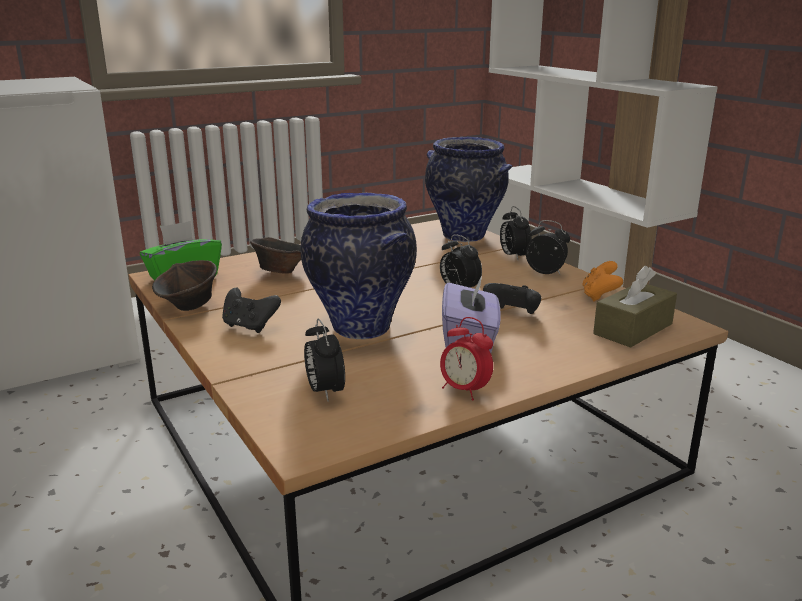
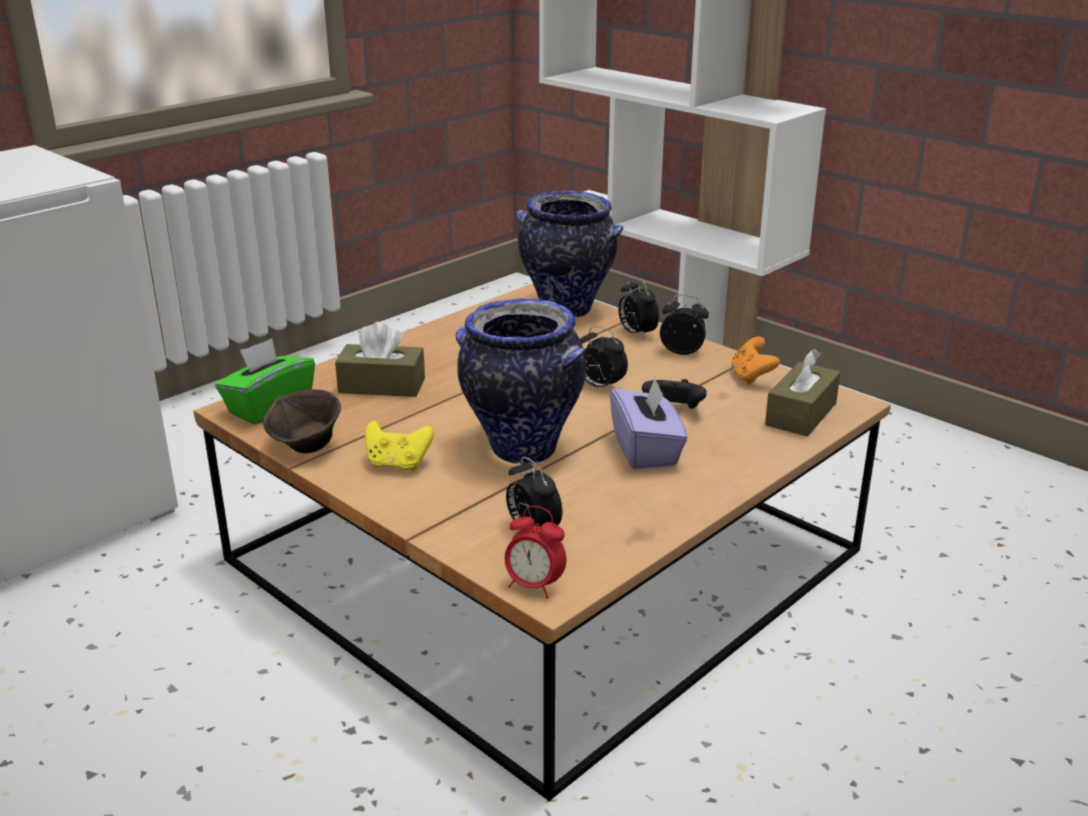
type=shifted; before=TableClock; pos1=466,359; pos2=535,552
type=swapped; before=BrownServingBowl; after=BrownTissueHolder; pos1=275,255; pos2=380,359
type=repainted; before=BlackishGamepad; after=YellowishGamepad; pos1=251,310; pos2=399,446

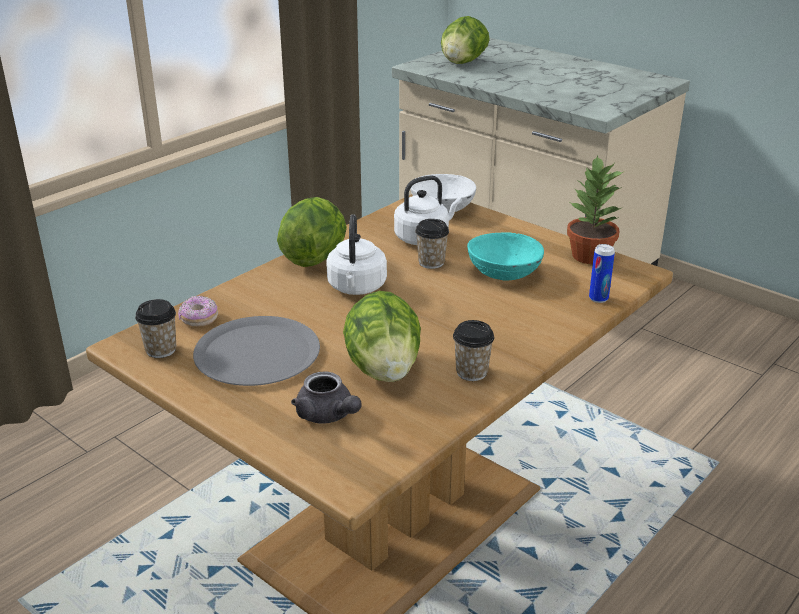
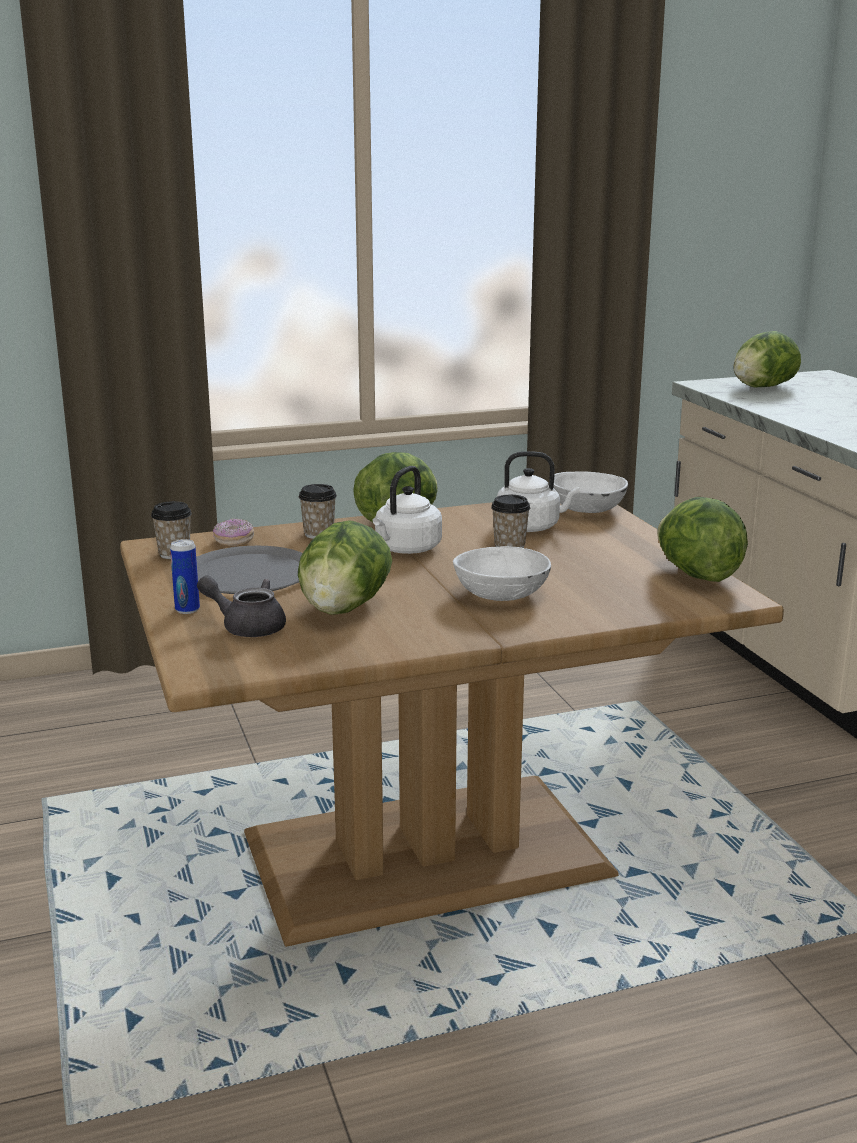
type=gone; before=TurquoiseColouredServingBowl; pos1=505,257
type=new; after=WhiteColouredServingBowl; pos2=502,573
type=shifted; before=Cup; pos1=473,350; pos2=318,511
type=shifted; before=SealedCan; pos1=602,273; pos2=185,576
type=swapped; before=PlantInAPot; after=HeadOfLettuce; pos1=596,209; pos2=702,539
type=rotated; before=GreyTeaPot; pos1=326,398; pos2=241,606; turn=120

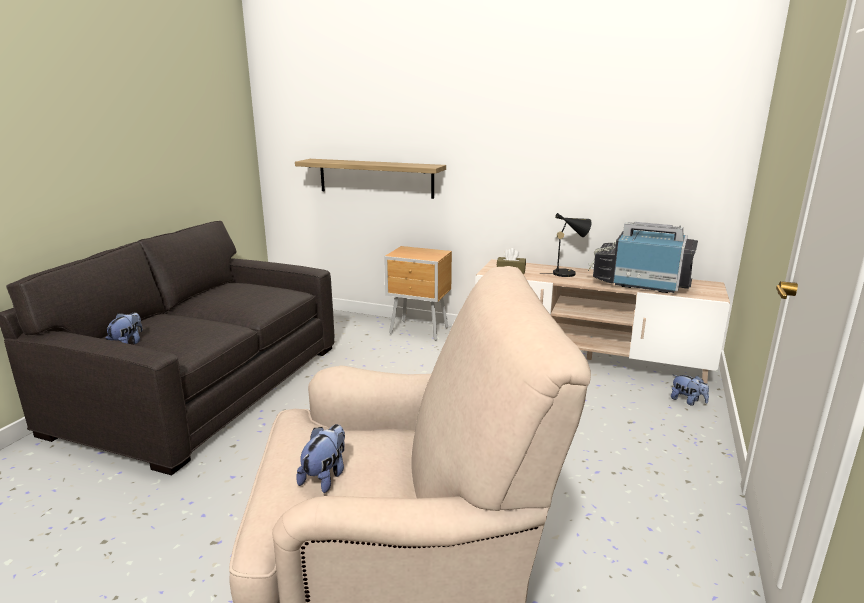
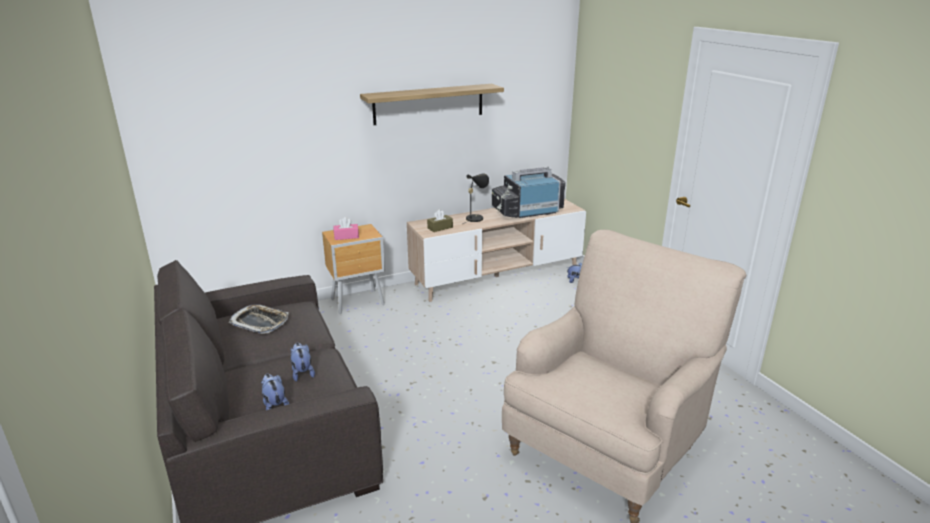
type=new; after=CarryingTray; pos2=259,319
type=new; after=PinkishTissueHolder; pos2=346,228
type=shifted; before=WallShelf; pos1=370,179; pos2=432,104
type=shifted; before=CuddlyToy; pos1=320,458; pos2=303,362

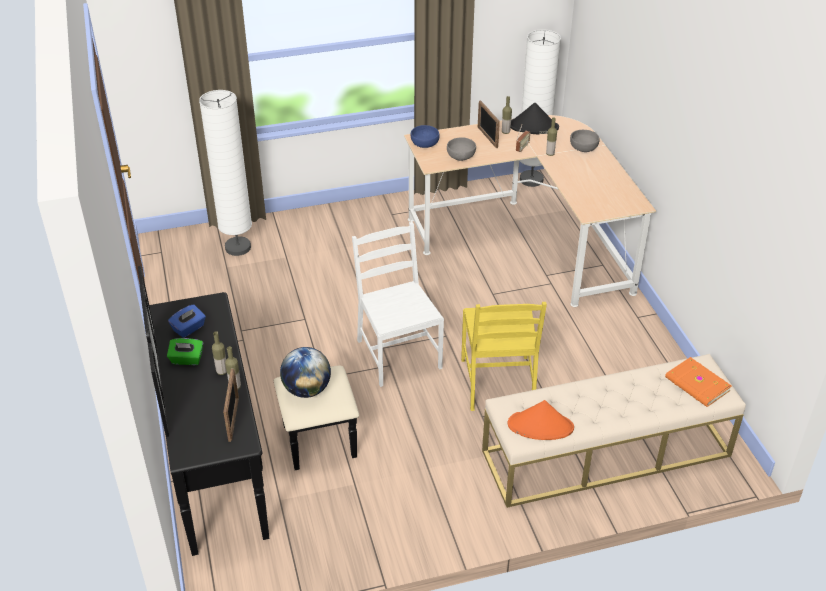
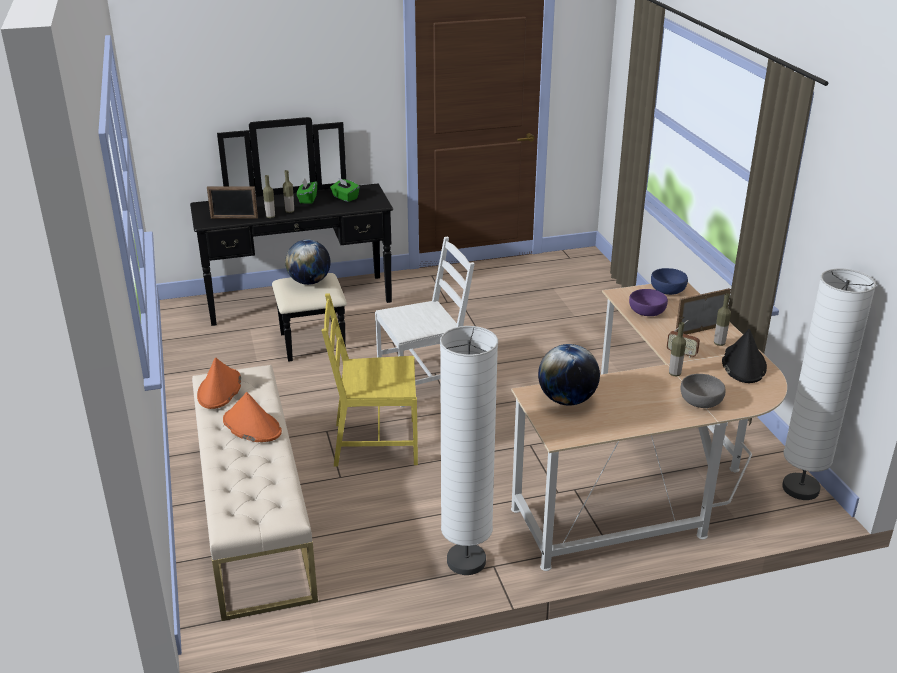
type=gone; before=OrangeColouredVolume; pos1=698,382
type=new; after=OrangeColouredWearableHat; pos2=252,417
type=new; after=WorldGlobe; pos2=569,375
type=shifted; before=WhiteColouredFloorLamp; pos1=225,173; pos2=469,450
type=repainted; before=BlueTissueHolder; after=GreenishTissueHolder; pos1=187,321; pos2=345,189
type=repainted; before=GreyServingBowl; after=PurpleColouredServingBowl; pos1=461,149; pos2=648,302

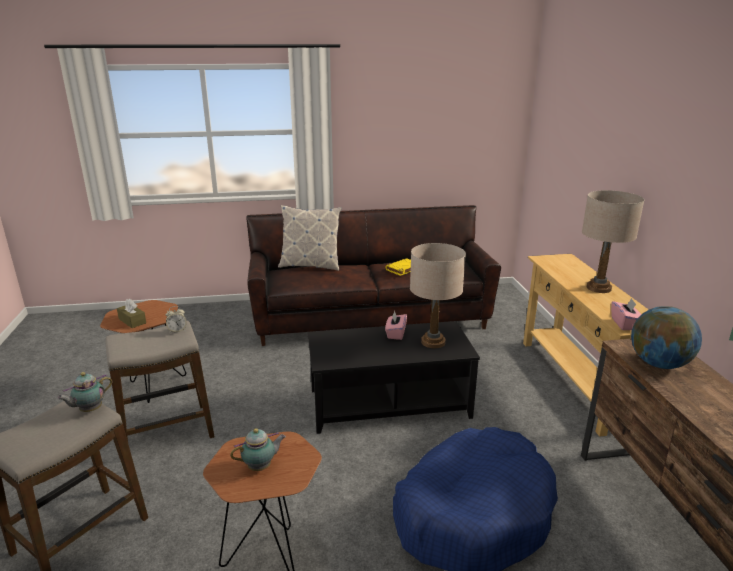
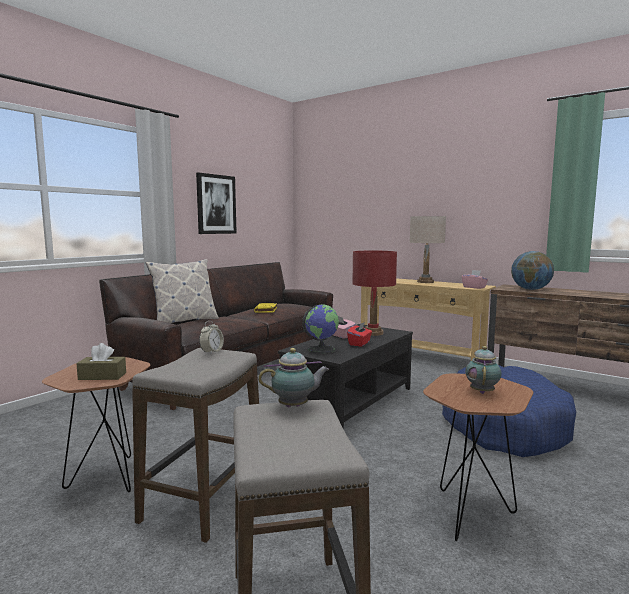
type=new; after=Picture; pos2=216,203
type=new; after=WorldGlobe; pos2=320,329
type=new; after=ReddishTissueHolder; pos2=359,334
type=repainted; before=SandColouredLampForATable; after=ReddishLampForATable; pos1=438,295; pos2=374,293
type=rotated; before=TeaPot; pos1=85,392; pos2=293,377; turn=-105

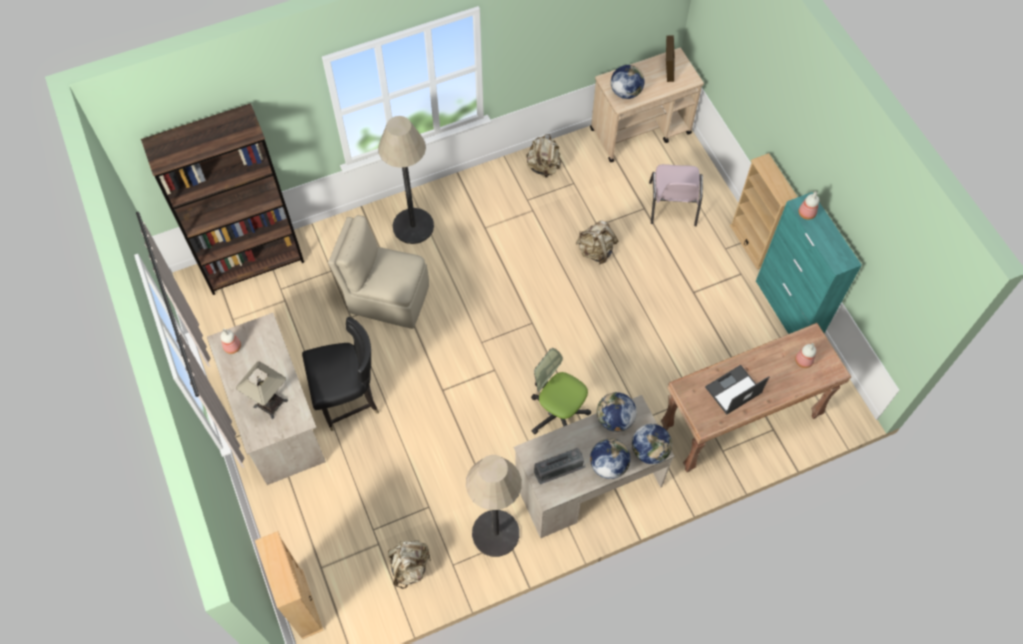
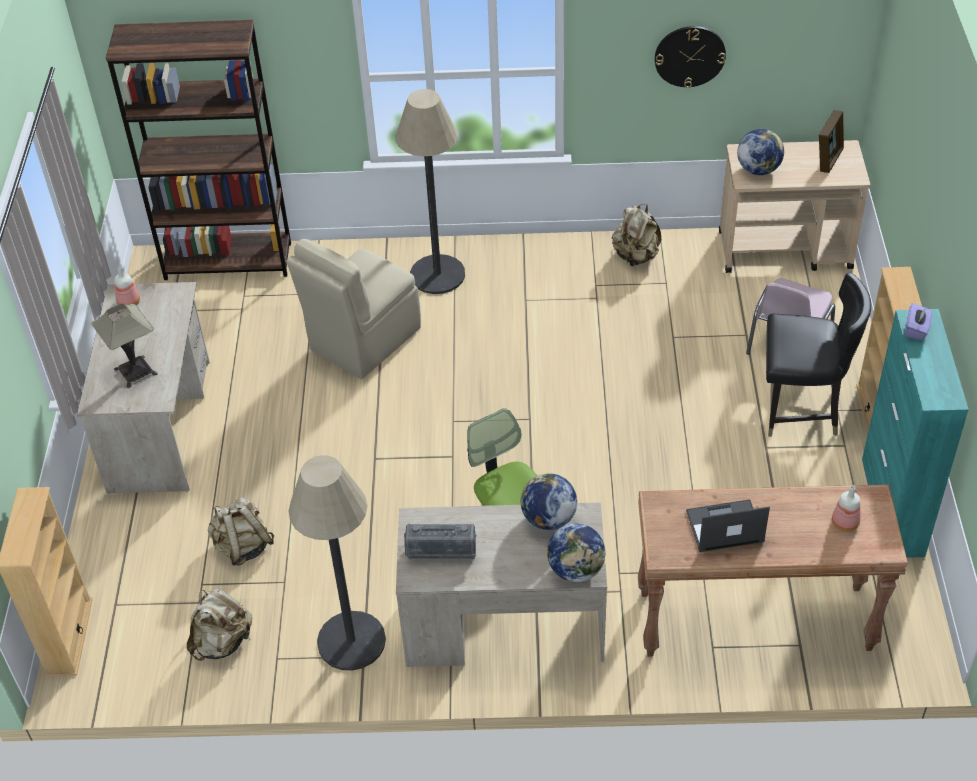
type=gone; before=WorldGlobe; pos1=610,458
type=new; after=WallClock; pos2=690,57
type=shifted; before=BlackishPlainChair; pos1=340,374; pos2=818,354
type=shifted; before=SandColouredBackpack; pos1=597,242; pos2=241,531
type=swapped; before=DrinkBottle; after=PurpleColouredTissueHolder; pos1=809,205; pos2=919,321
type=rotated; before=SandColouredPlainChair; pos1=378,272; pos2=353,309; turn=-90

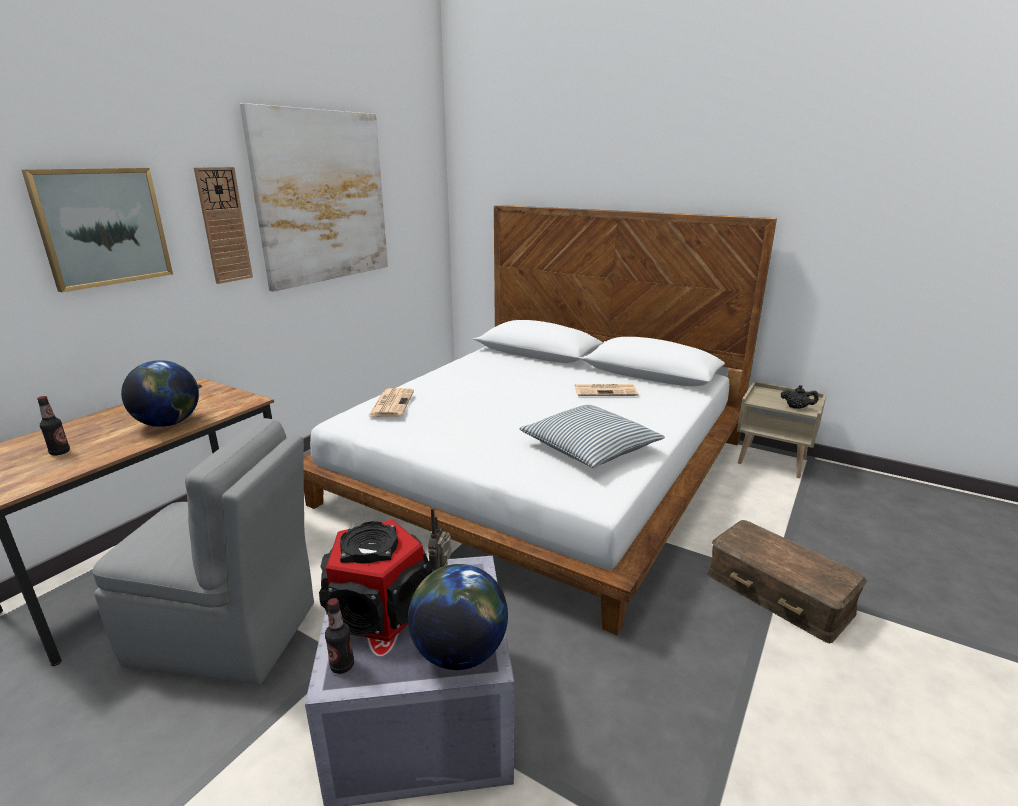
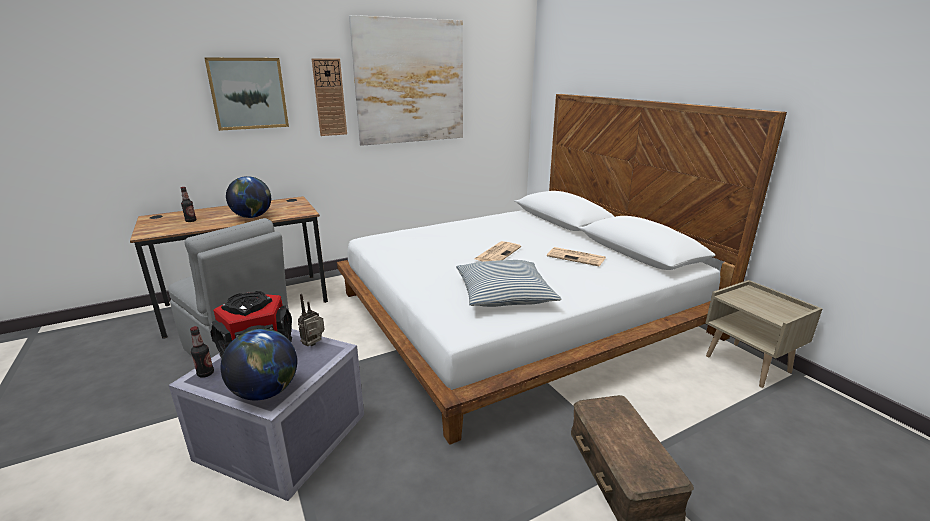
type=gone; before=BlackishTeaPot; pos1=800,397
type=shifted; before=PrintedPaper; pos1=391,402; pos2=498,251

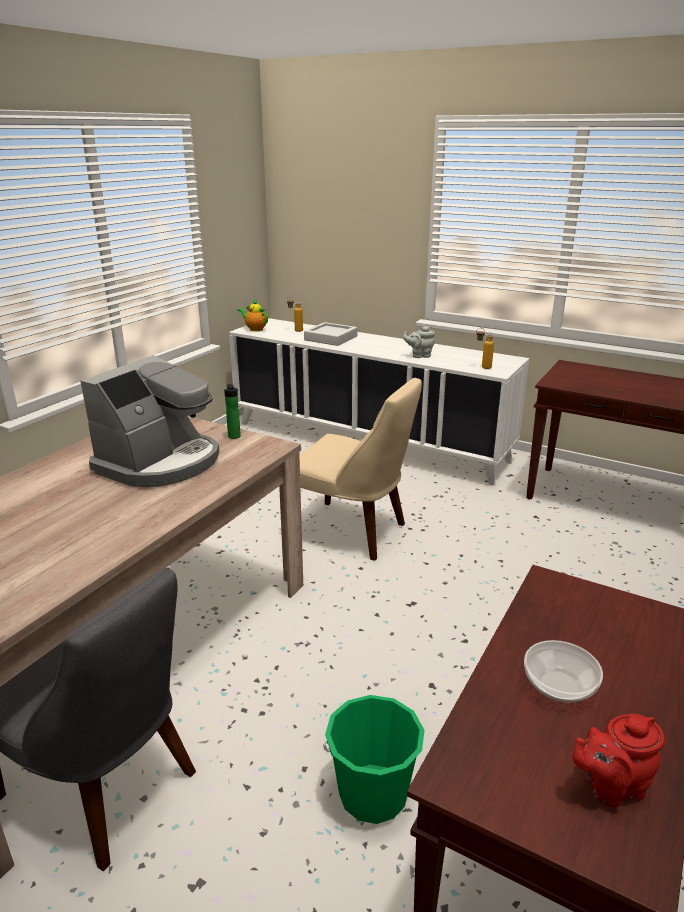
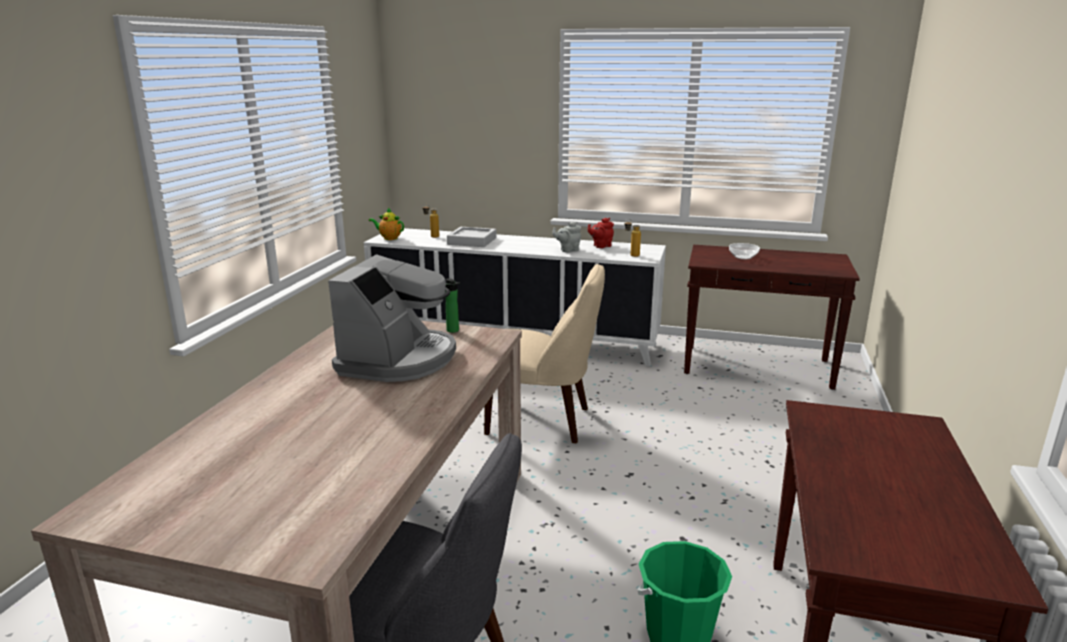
type=shifted; before=ServingBowl; pos1=563,671; pos2=744,251
type=shifted; before=ReddishTeaPot; pos1=618,760; pos2=601,233

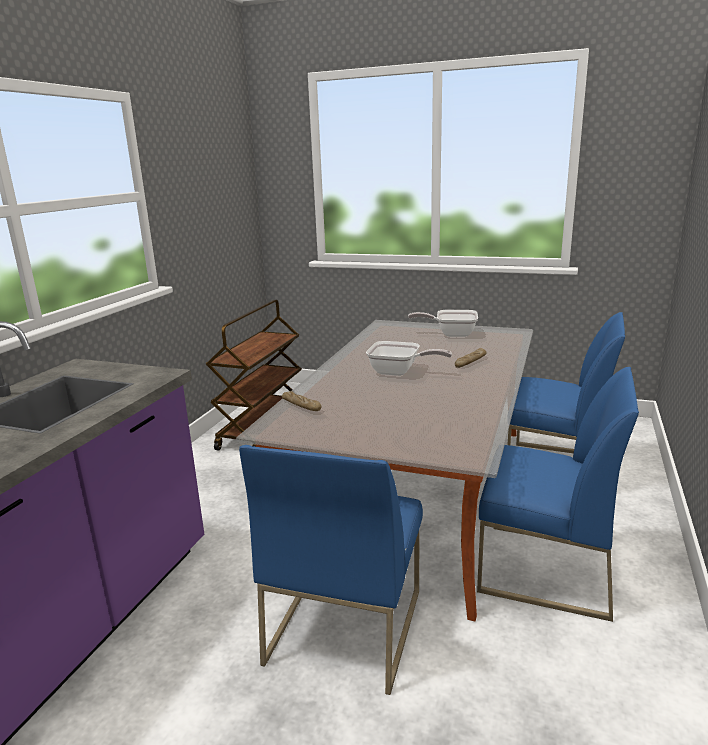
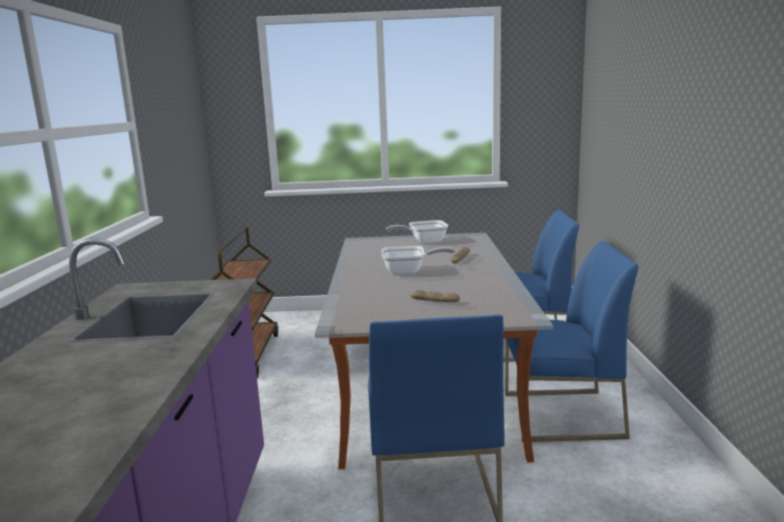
type=shifted; before=BakedBread; pos1=301,401; pos2=435,296

